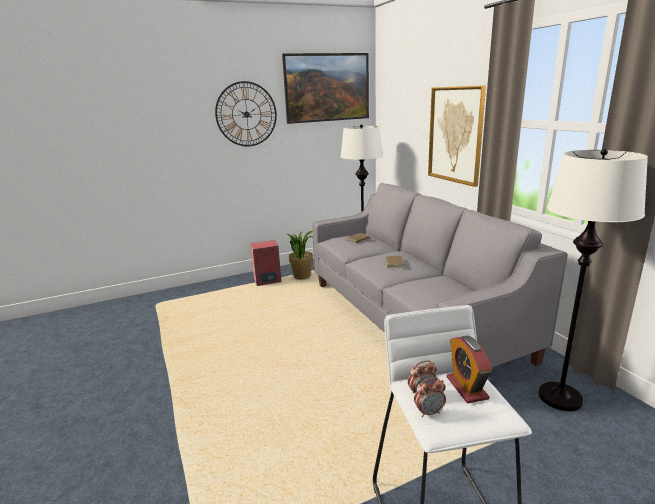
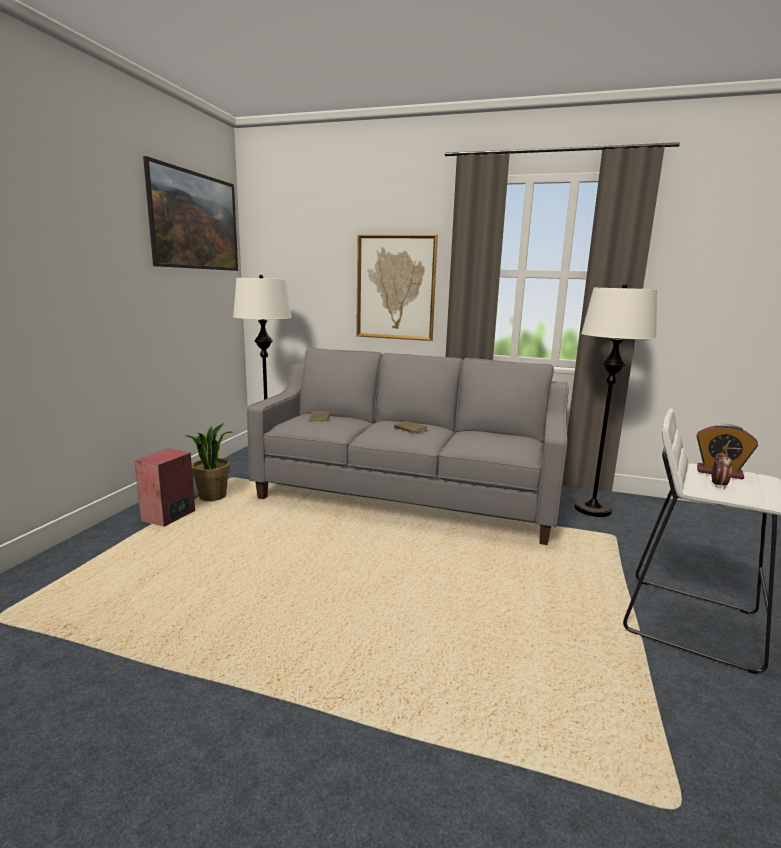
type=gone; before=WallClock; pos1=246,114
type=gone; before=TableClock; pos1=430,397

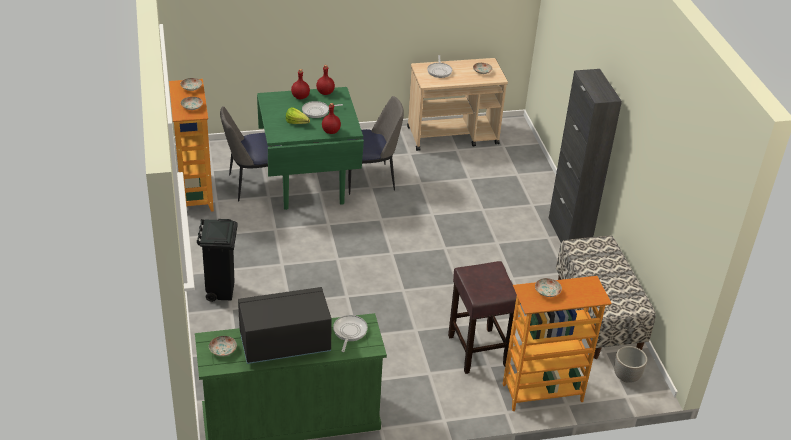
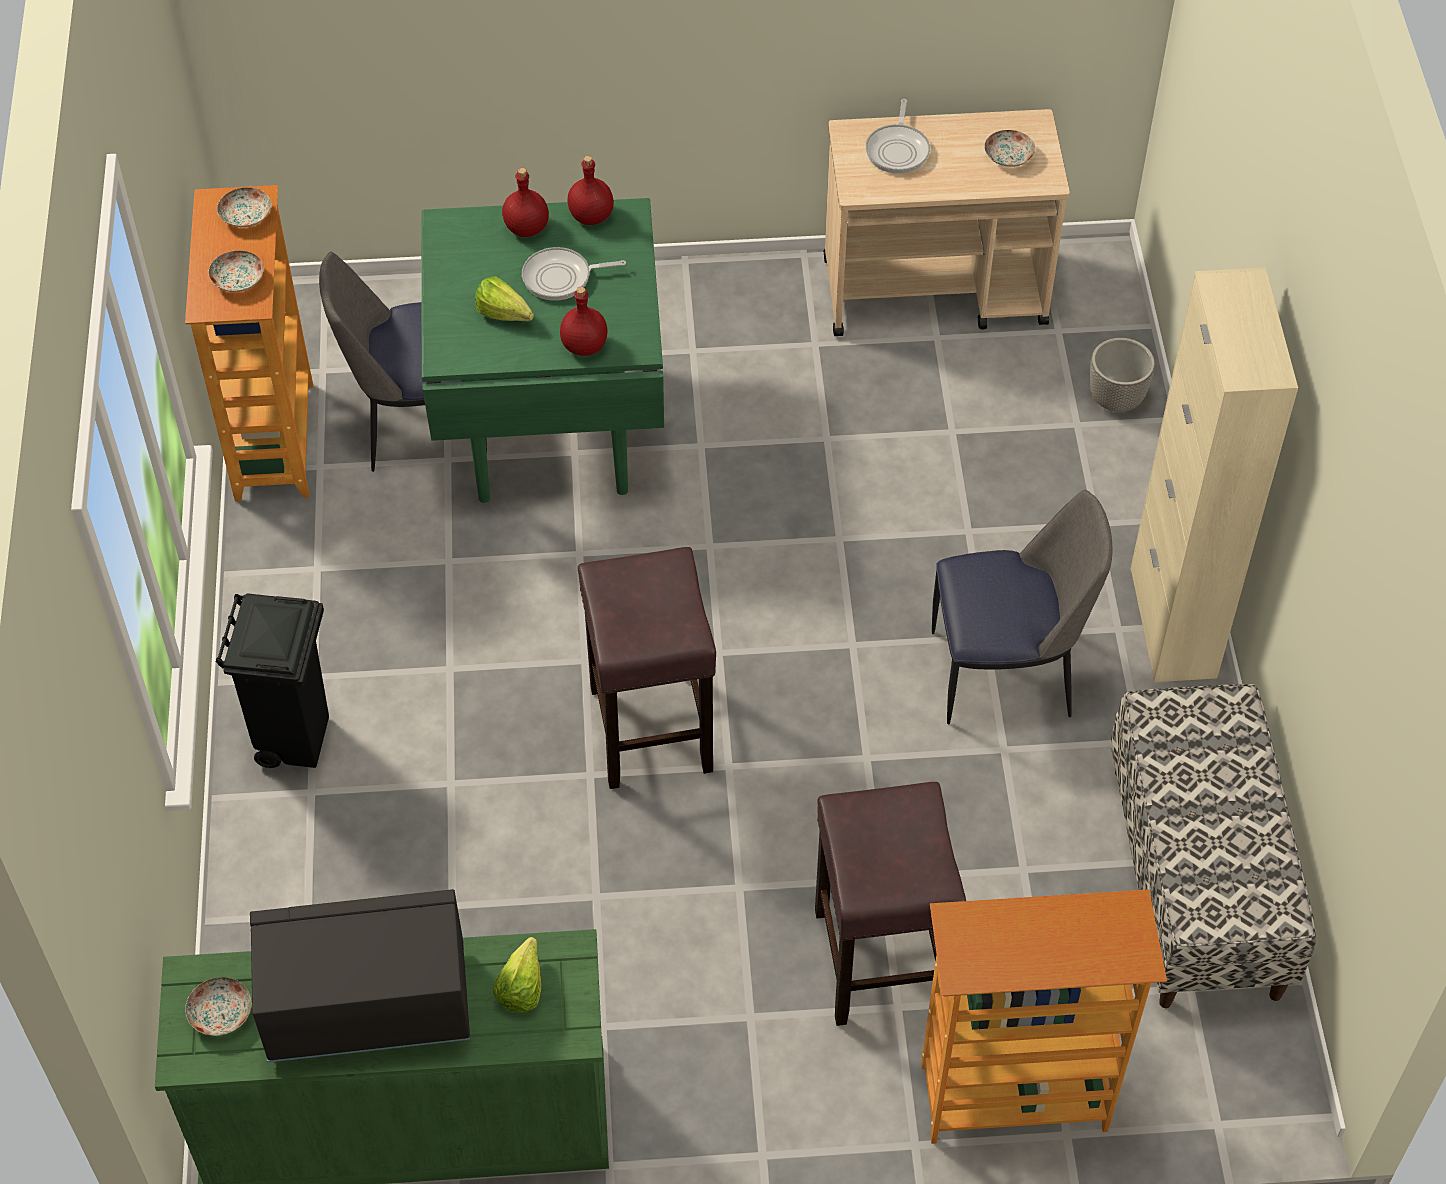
type=gone; before=FlatDish; pos1=548,287
type=new; after=BrownStoolSeat; pos2=647,668
type=shifted; before=PlainChair; pos1=376,145; pos2=1022,607
type=shifted; before=PlantPot; pos1=630,364; pos2=1122,375
type=swapped; before=Pan; after=HeadOfLettuce; pos1=350,333; pos2=517,975
type=repainted; before=BlackishCupboard; after=SandColouredCupboard; pos1=585,155; pos2=1214,475

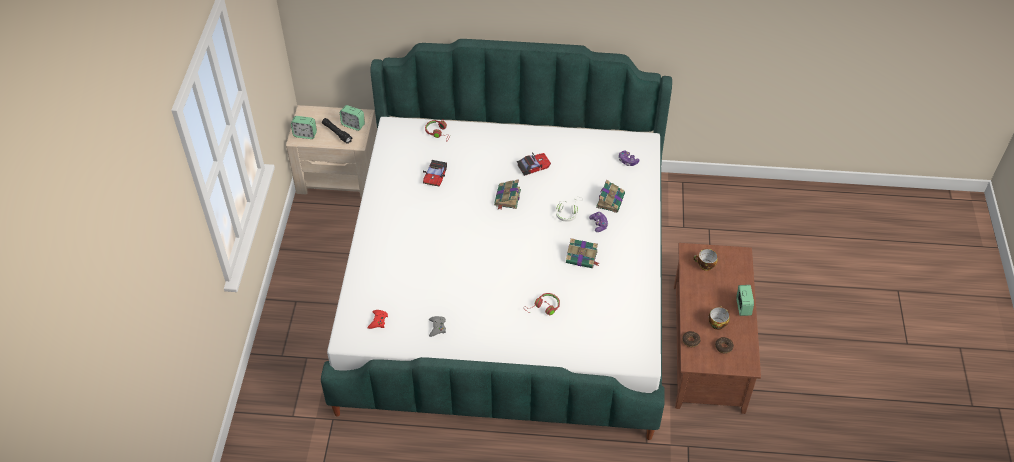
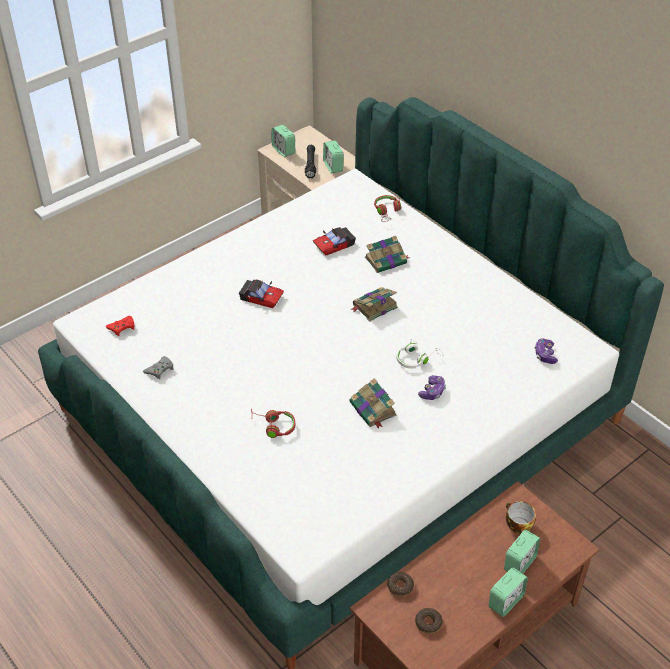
type=gone; before=Cup; pos1=719,318
type=new; after=TableClock; pos2=522,552
type=shifted; before=ModelCar; pos1=534,164; pos2=261,293
type=shifted; before=Volume; pos1=610,196; pos2=387,254

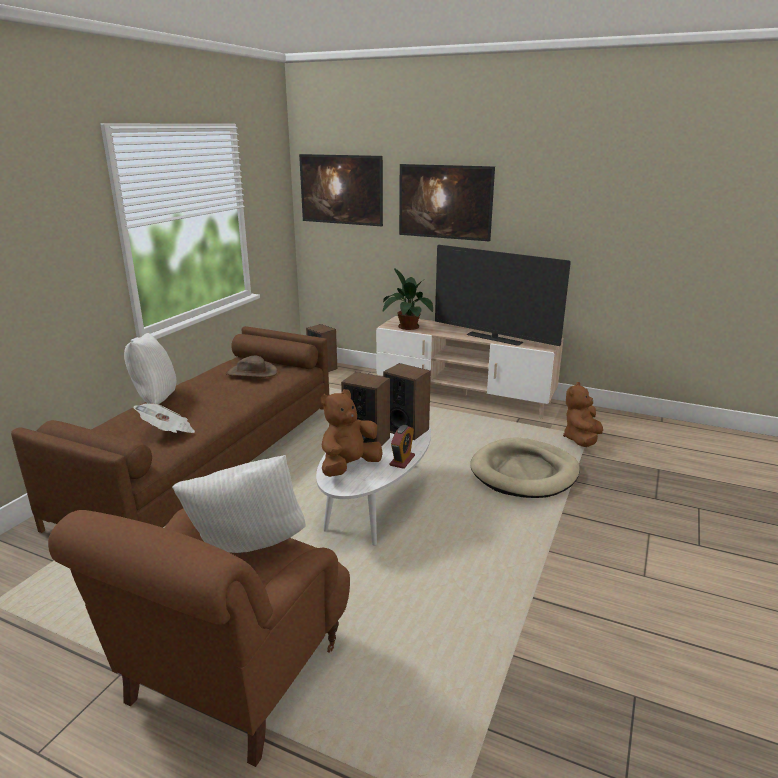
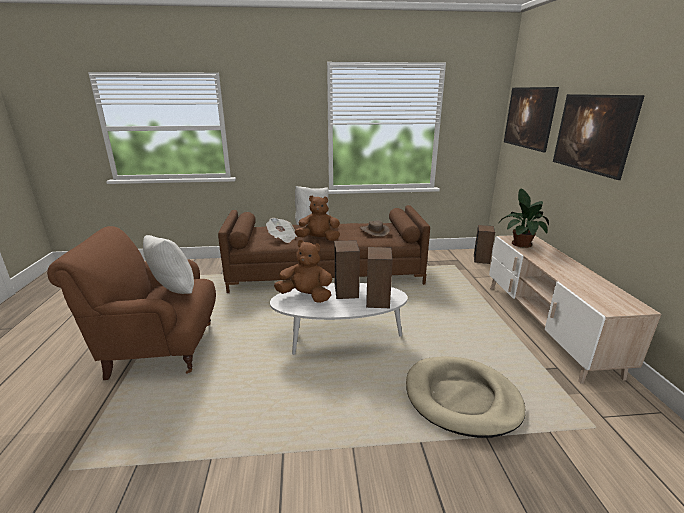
type=gone; before=TableClock; pos1=402,447
type=gone; before=TvSet; pos1=503,295
type=shifted; before=BrownCuddlyToy; pos1=583,414; pos2=317,218

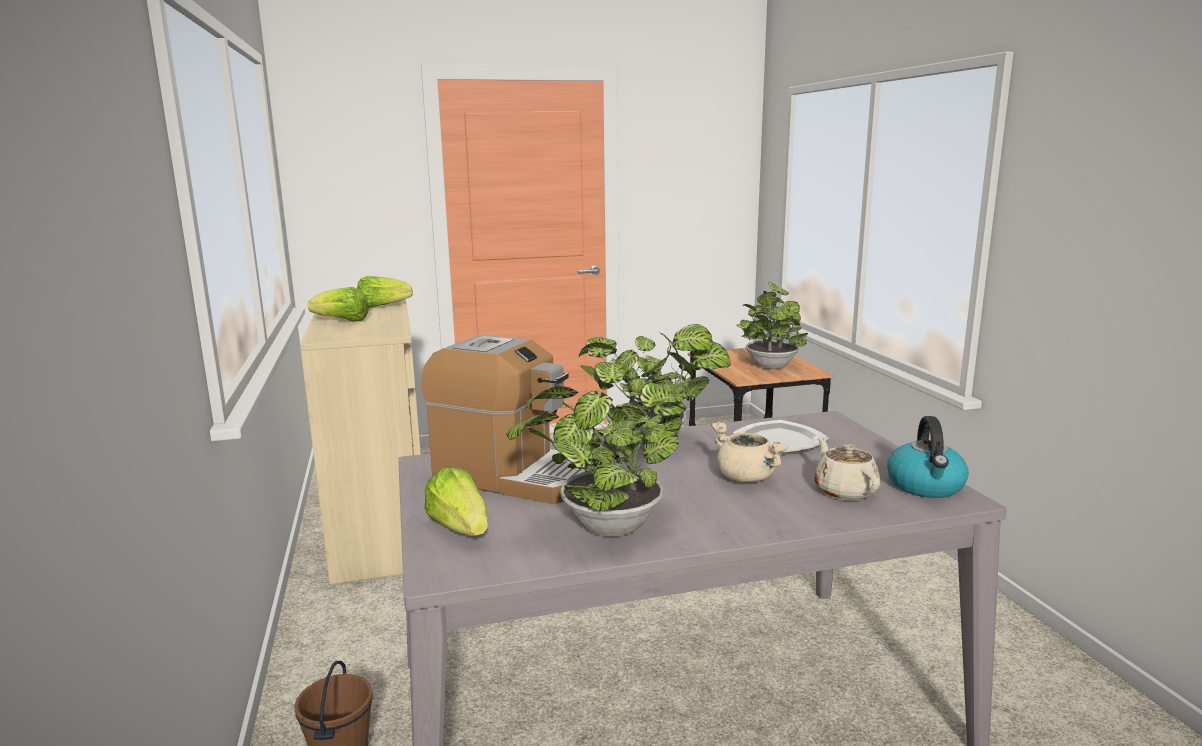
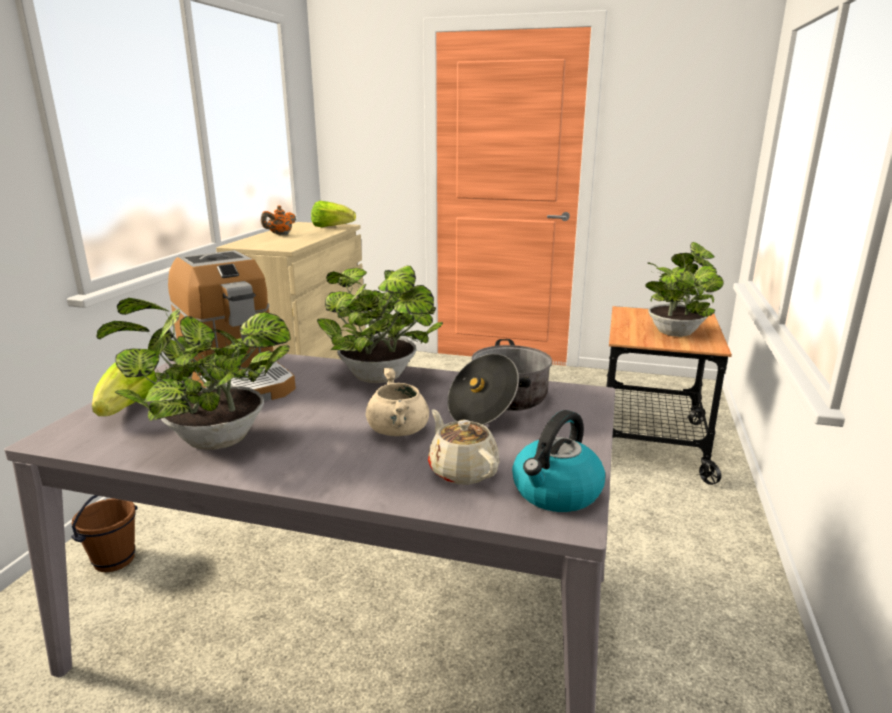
type=swapped; before=HeadOfLettuce; after=OrangeColouredTeaPot; pos1=338,304; pos2=278,220
type=swapped; before=FlatDish; after=Stockpot; pos1=781,436; pos2=499,382
type=rotated; before=SandColouredTeaPot; pos1=847,469; pos2=463,447; turn=-45

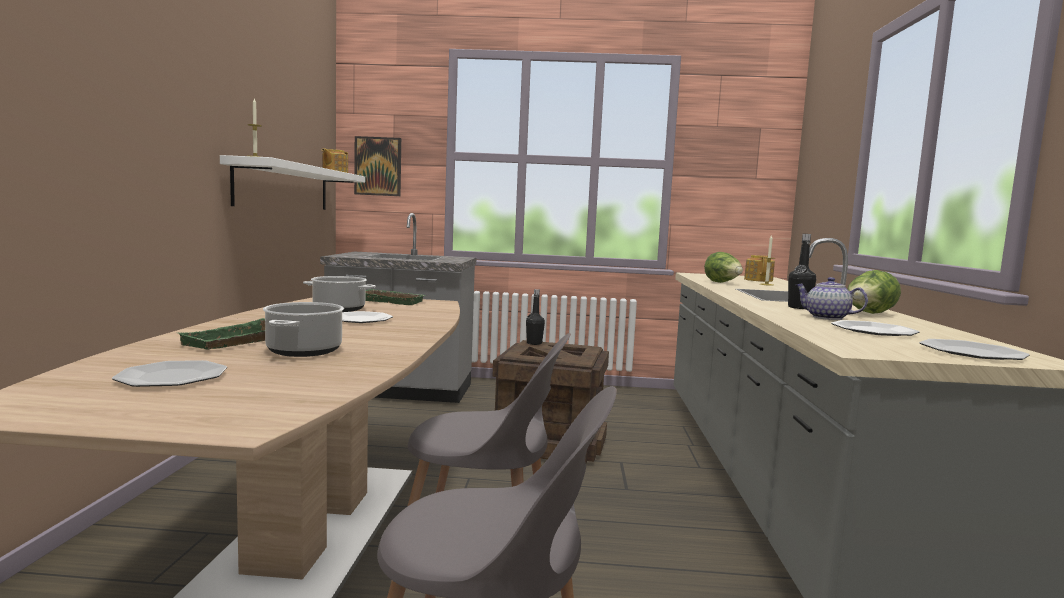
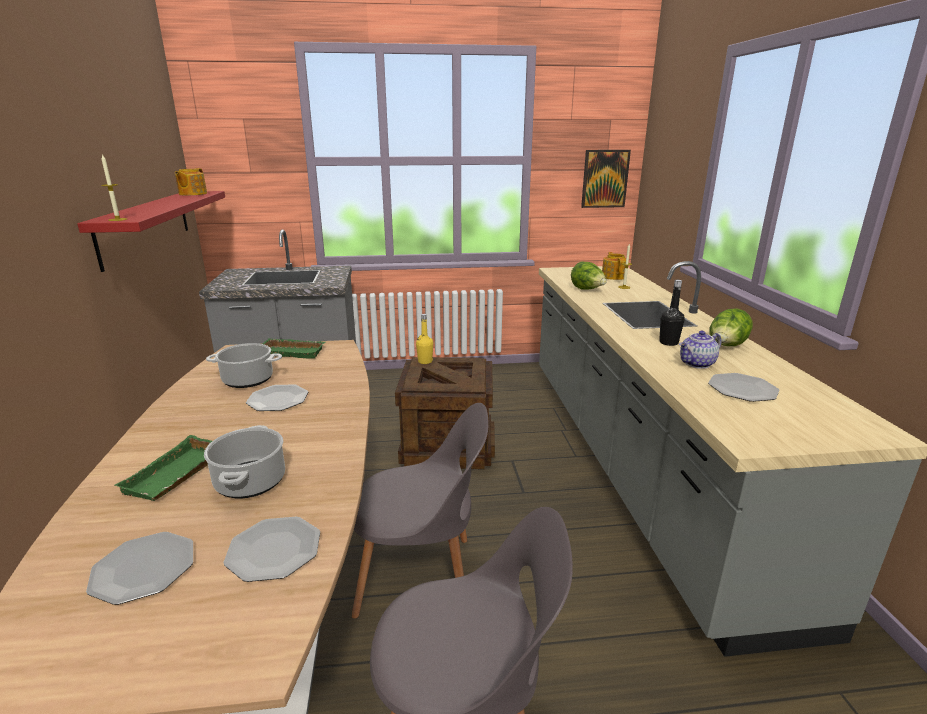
type=shifted; before=Picture; pos1=377,166; pos2=606,179
type=shifted; before=FlatDish; pos1=974,349; pos2=271,549
type=repainted; before=WhiteColouredWallShelf; after=ReddishWallShelf; pos1=292,182; pos2=151,231
type=repainted; before=BlackishDrinkBottle; after=YellowishDrinkBottle; pos1=535,317; pos2=424,339
type=rotated; before=TeaPot; pos1=831,298; pos2=700,350; turn=-60

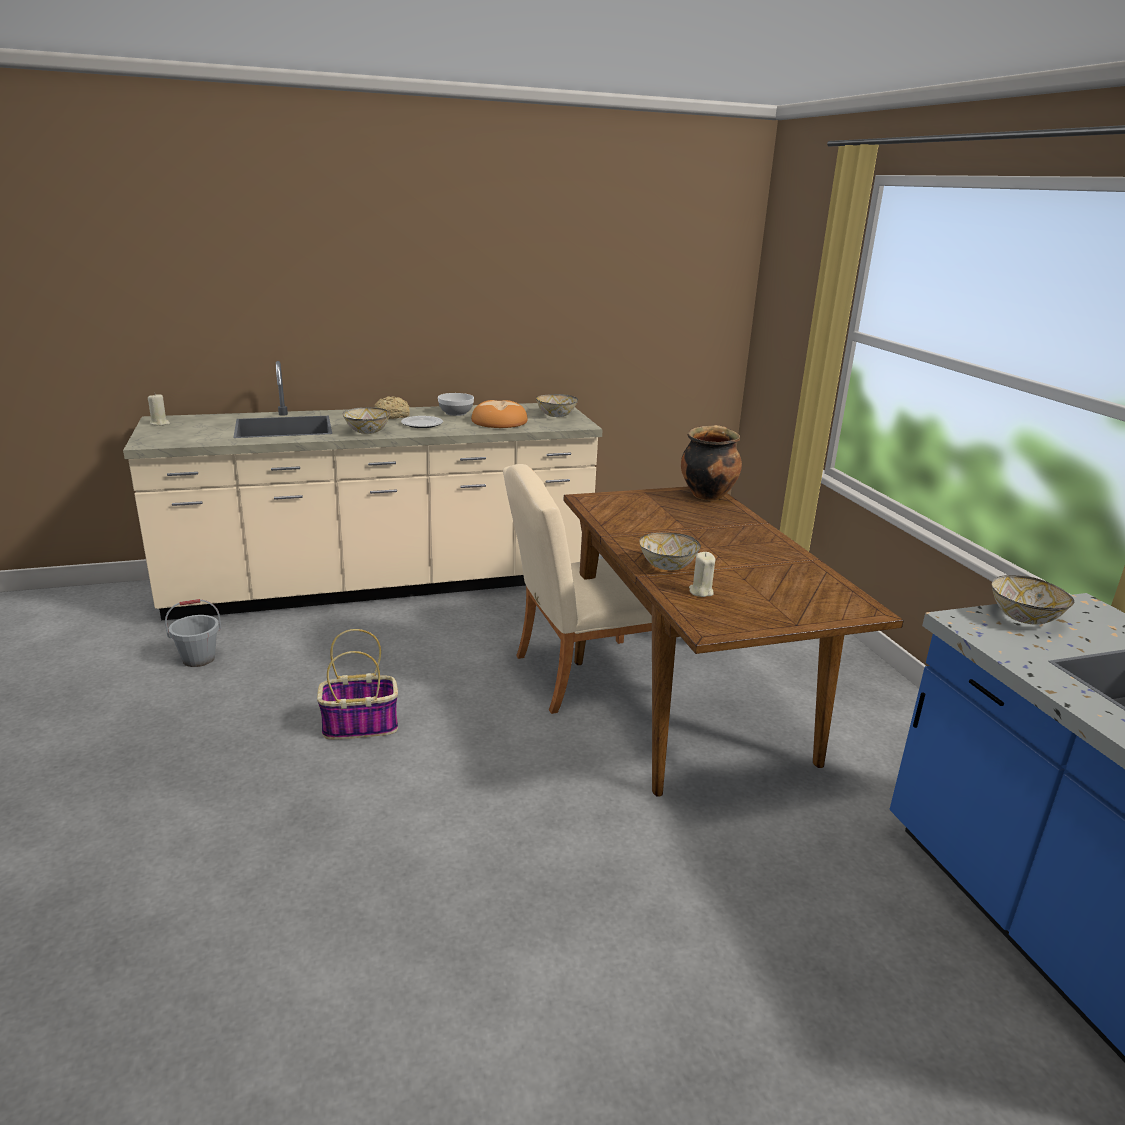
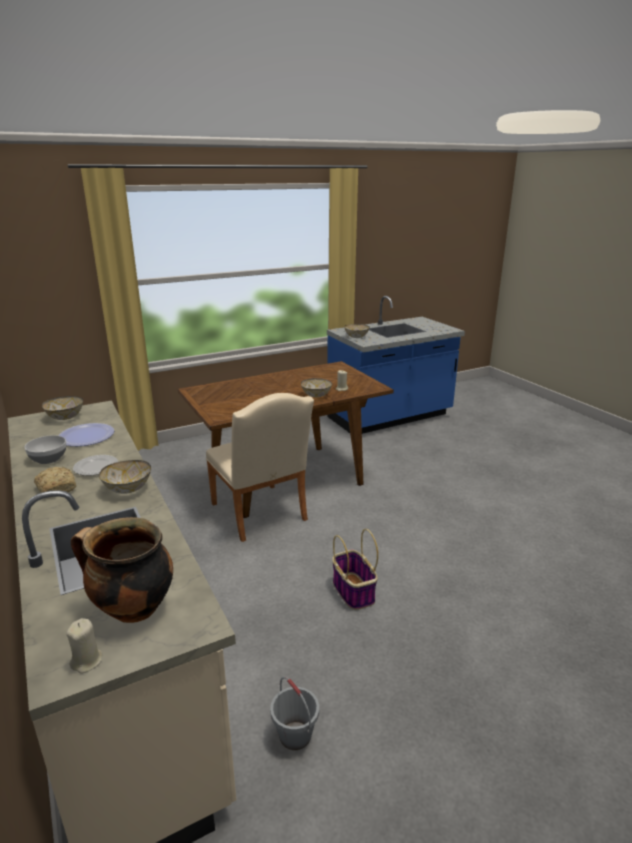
type=shifted; before=Stockpot; pos1=711,462; pos2=122,570
type=swapped; before=BakedBread; after=FlatDish; pos1=499,414; pos2=86,434

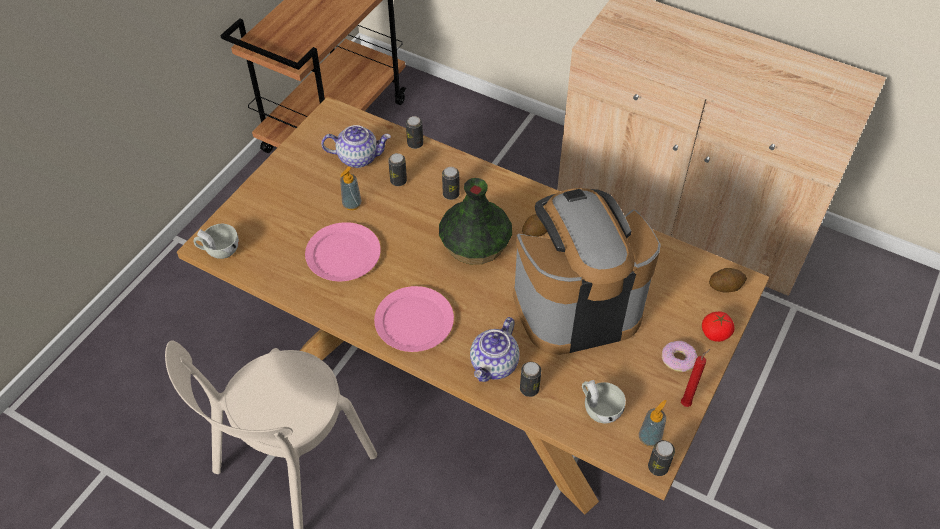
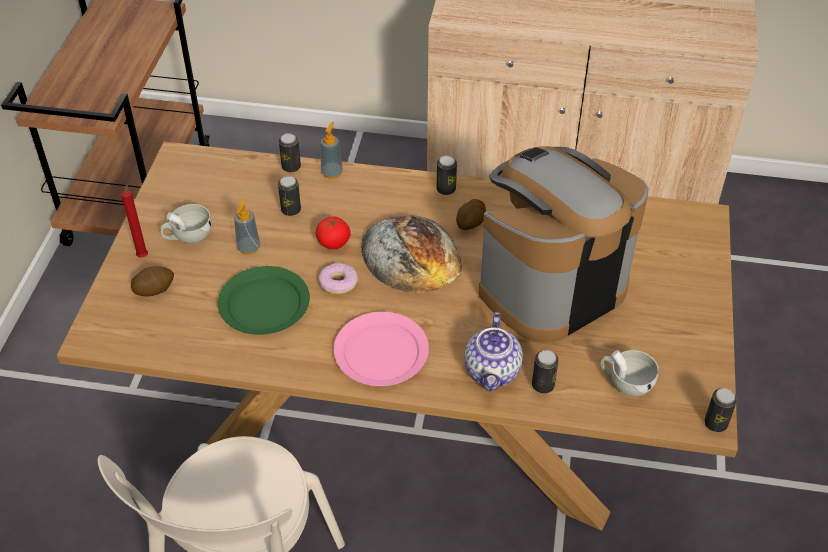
type=gone; before=TeaPot; pos1=356,146
type=shifted; before=WhiteColouredCup; pos1=216,241; pos2=185,224
type=shifted; before=SealedCan; pos1=451,183; pos2=447,175
type=shifted; before=SoapDispenser; pos1=653,423; pos2=331,150
type=shifted; before=Donut; pos1=679,356; pos2=338,278
type=shifted; before=ReddishWaxCandle; pos1=695,378; pos2=134,219
type=shifted; before=WholeTomato; pos1=718,327; pos2=333,232
type=shifted; before=Spud; pos1=728,280; pos2=152,281
type=swapped; before=Vase; after=BakedBread; pos1=475,221; pos2=411,254
type=repainted; before=PinkishFlatDish; after=GreenishFlatDish; pos1=343,251; pos2=264,300

